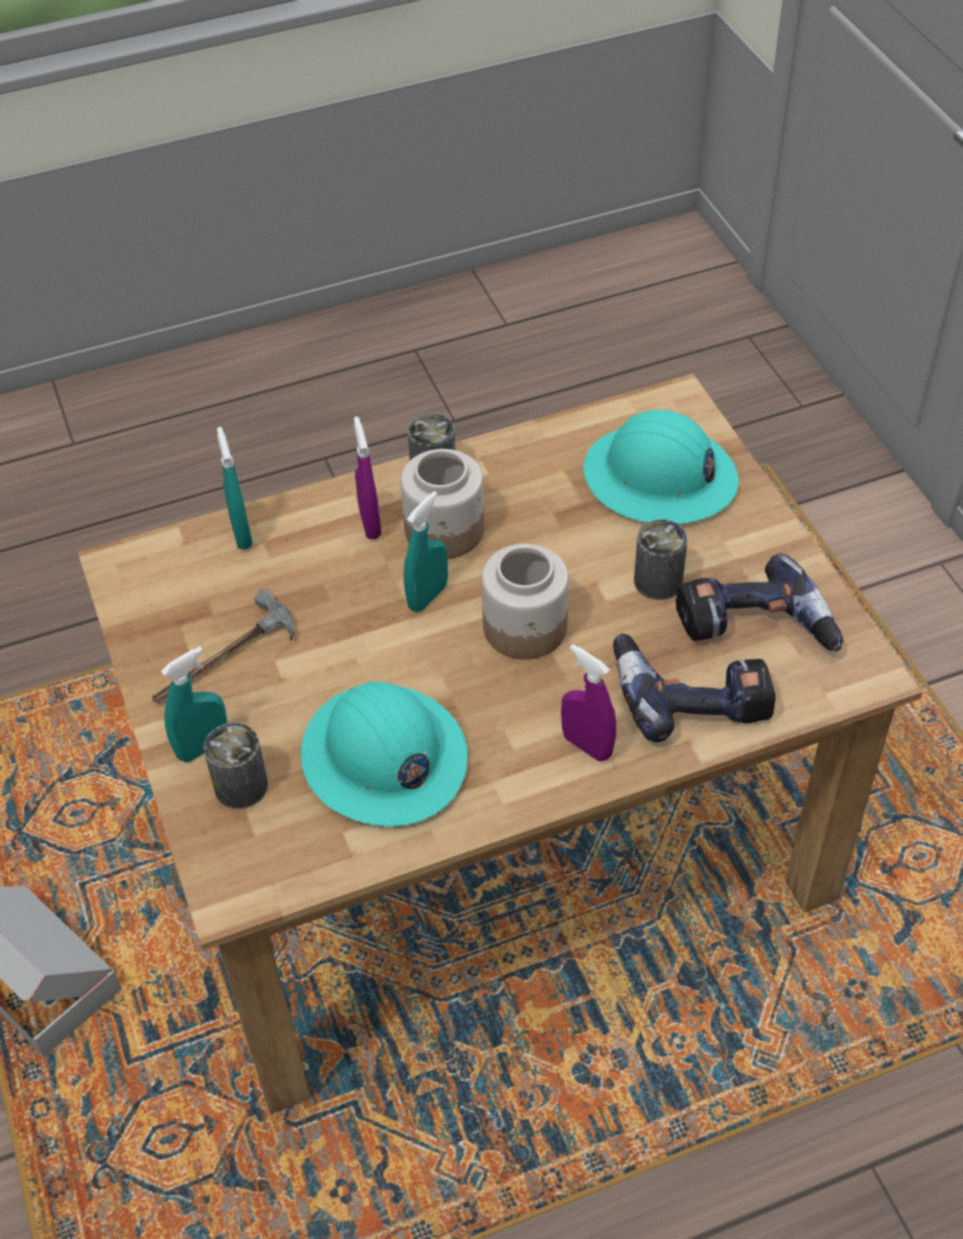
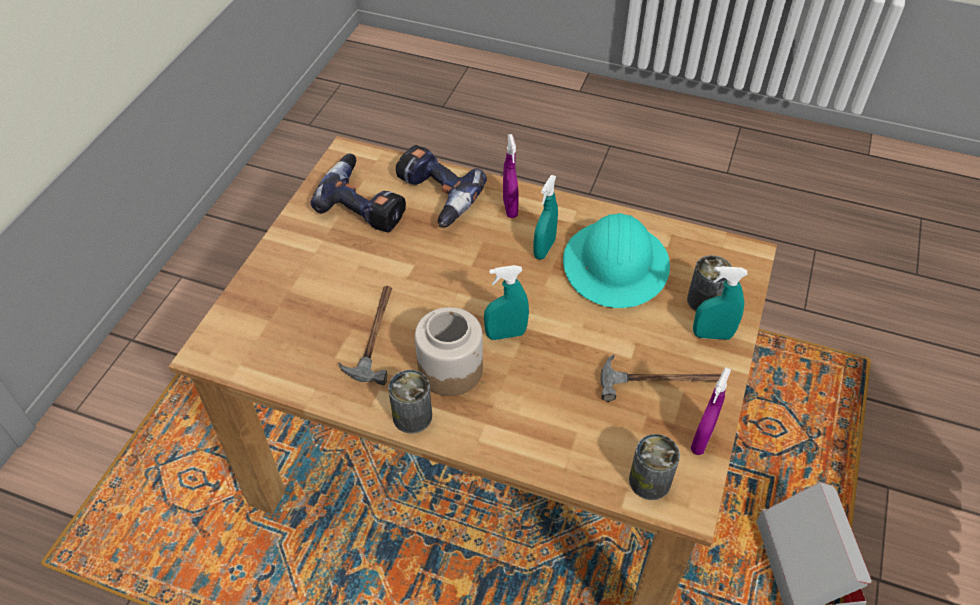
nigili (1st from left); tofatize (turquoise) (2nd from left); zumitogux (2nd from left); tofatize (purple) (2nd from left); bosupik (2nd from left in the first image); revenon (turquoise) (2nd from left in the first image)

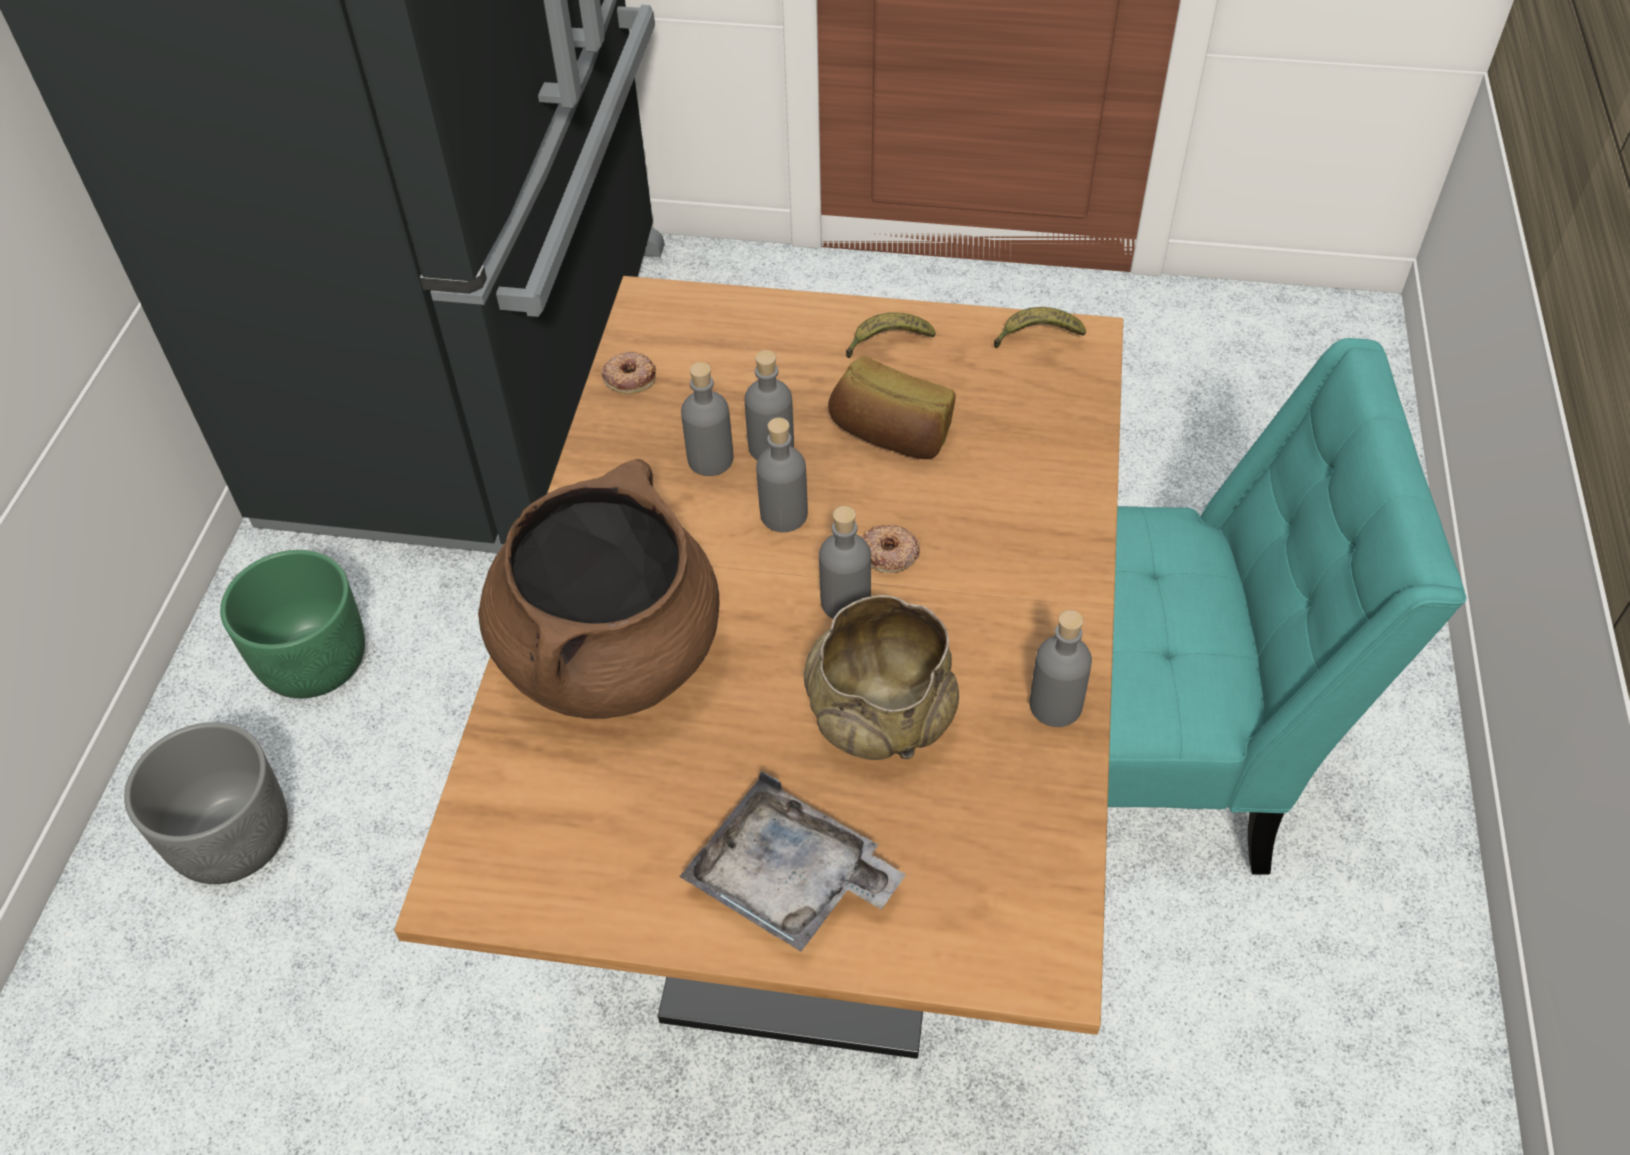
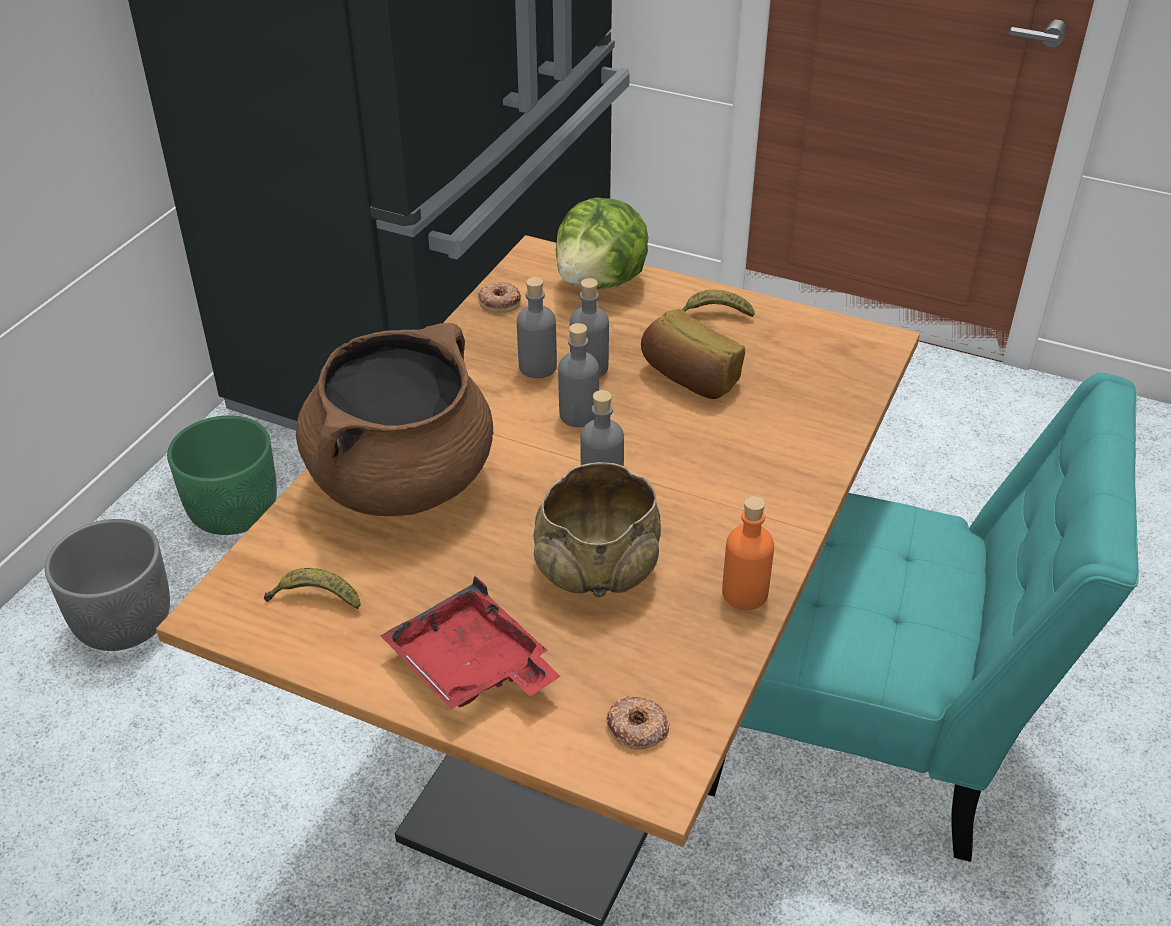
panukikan (1st from left); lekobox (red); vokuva; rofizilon (2nd from left); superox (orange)

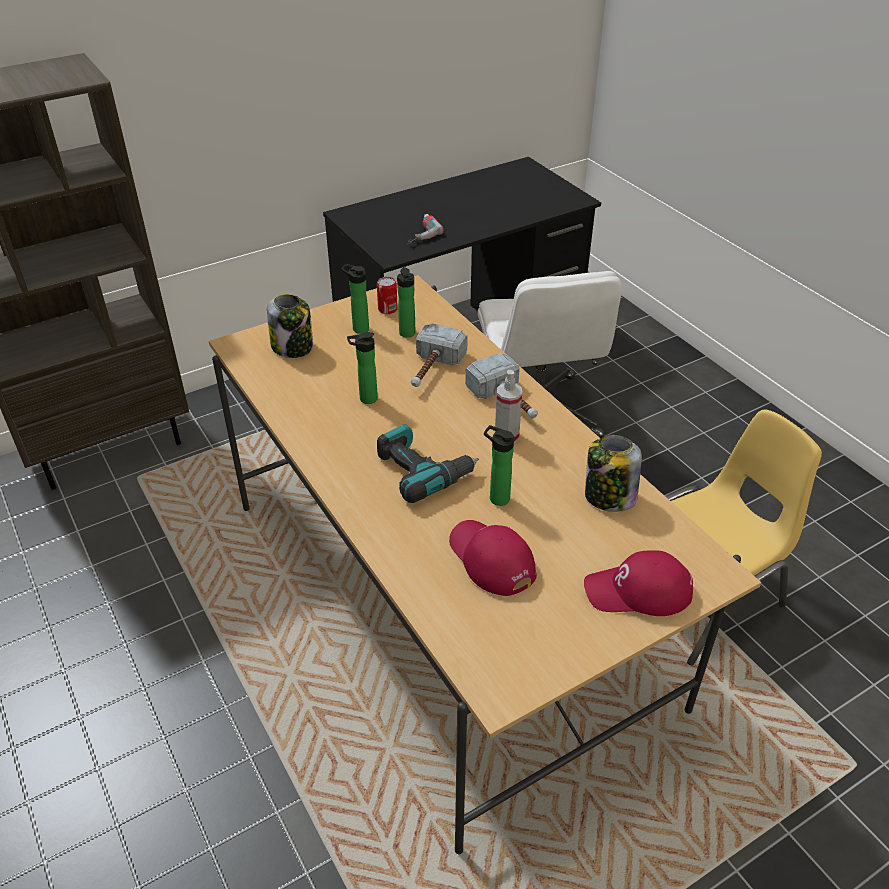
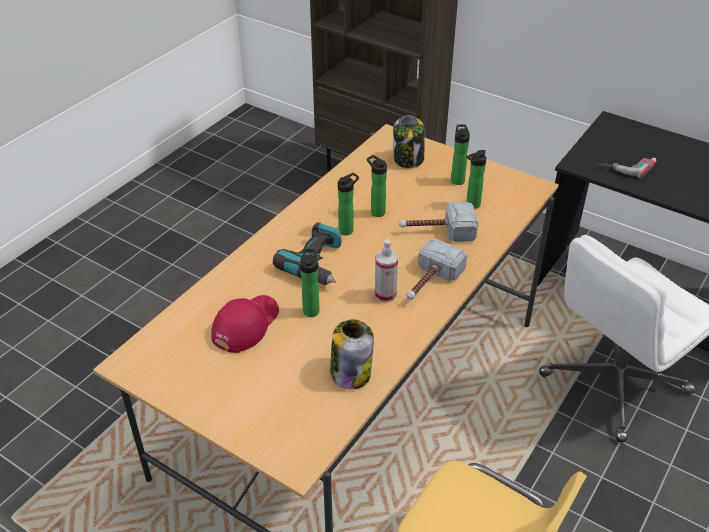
superox (2nd from left); zumitogux; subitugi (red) (2nd from left in the first image)

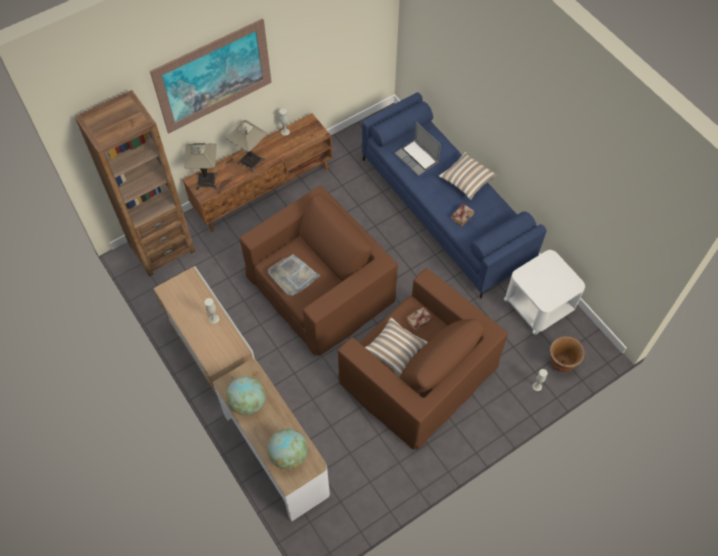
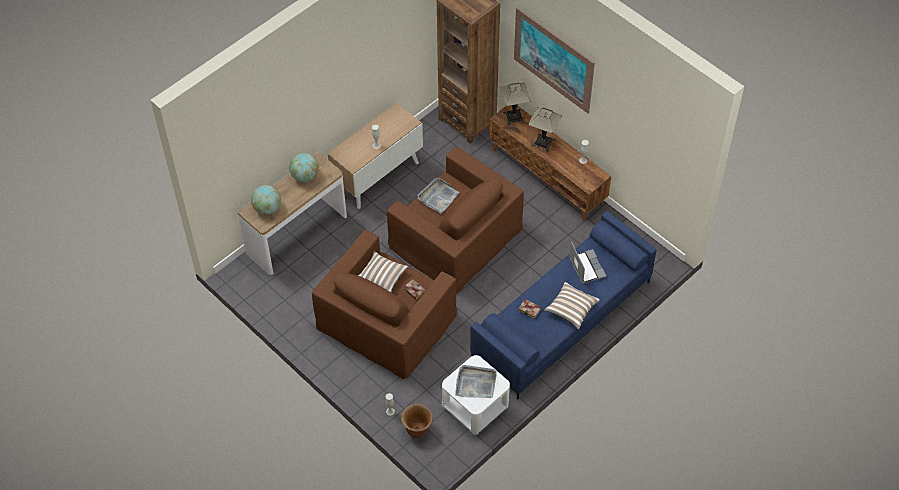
lekobox (grey) (2nd from left); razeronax

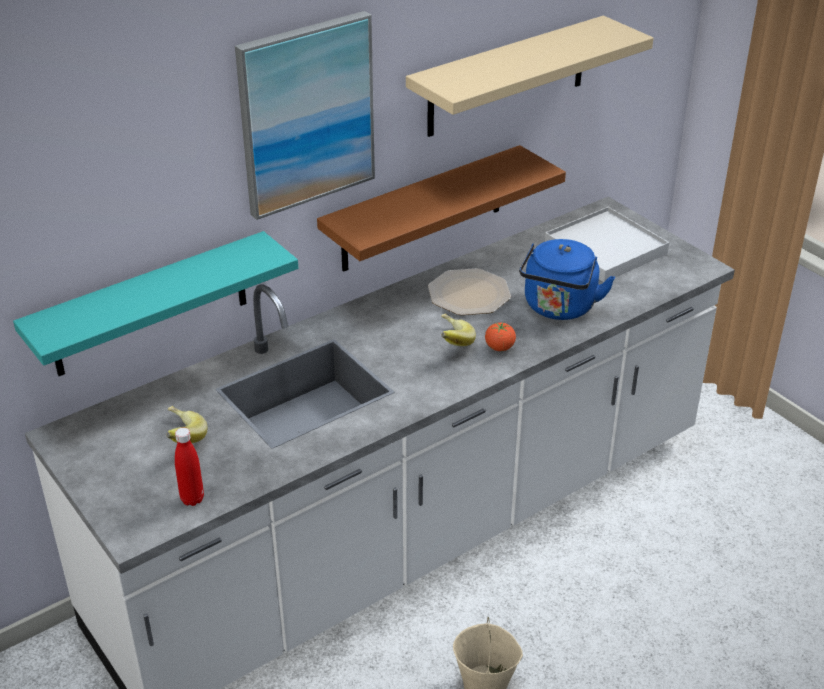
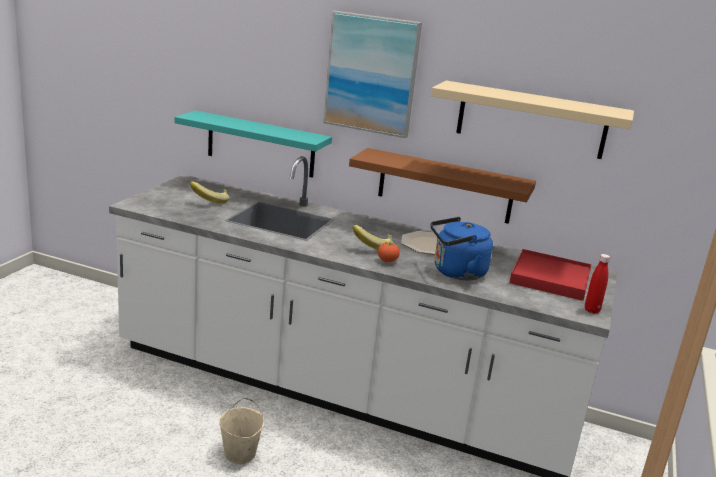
lekobox (red); superox (red)

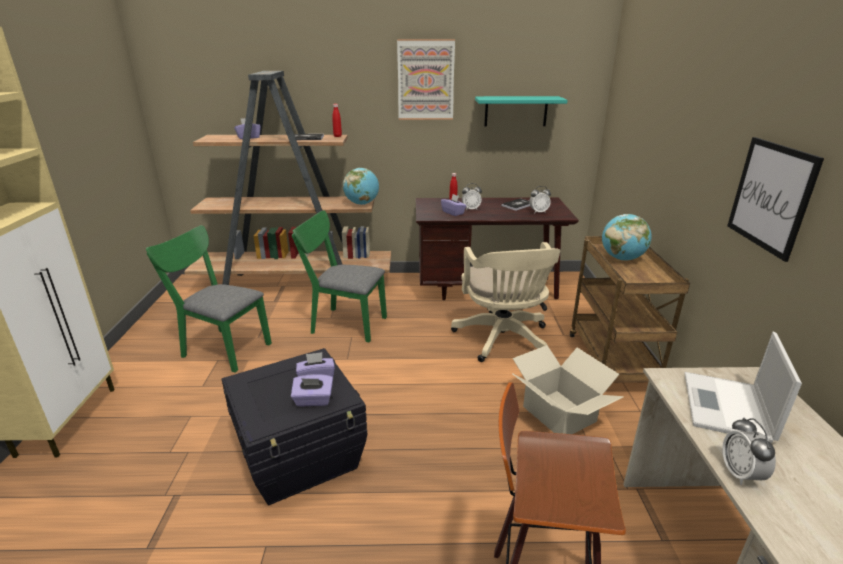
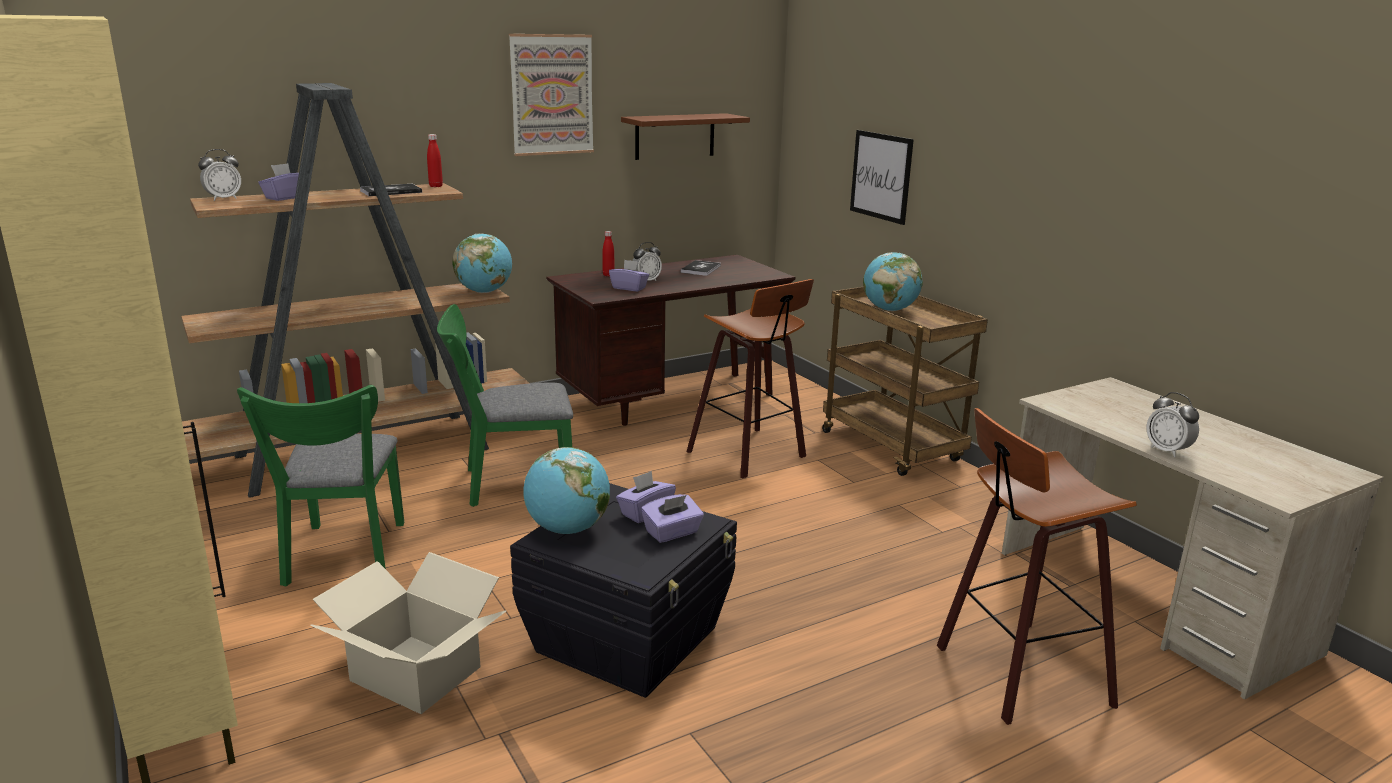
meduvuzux (1st from left); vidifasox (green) (1st from left); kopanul; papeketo (2nd from left); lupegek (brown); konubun (1st from left); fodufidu (2nd from left); razeronax

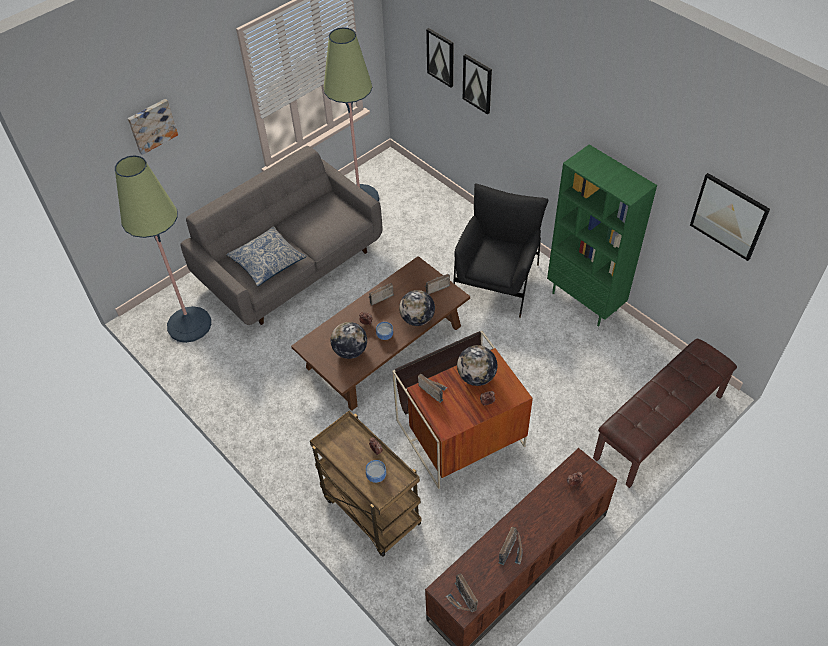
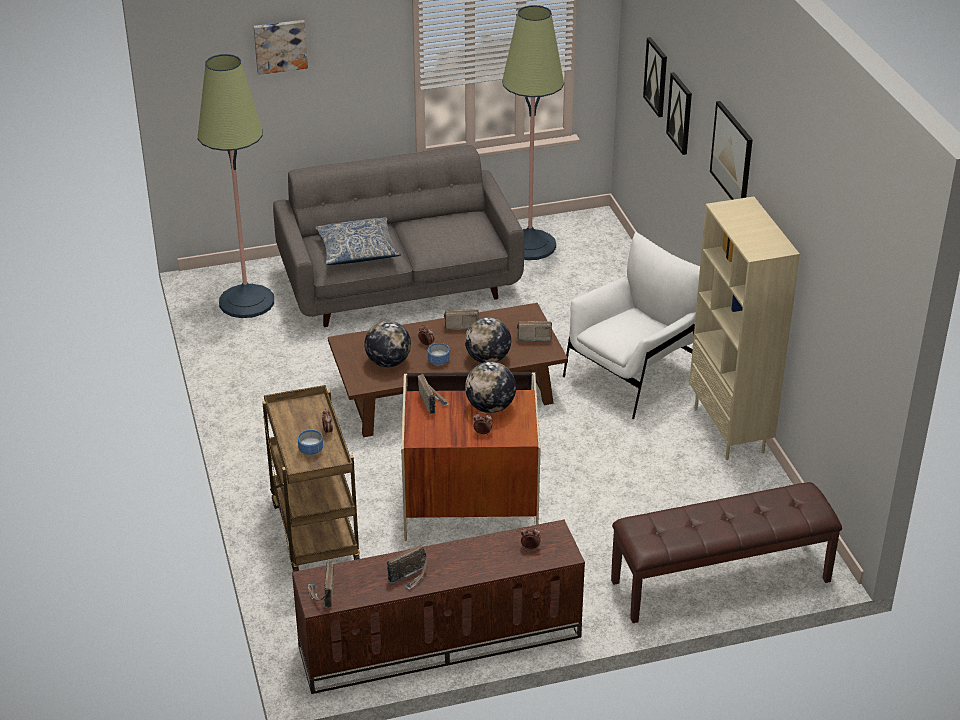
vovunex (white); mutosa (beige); fodufidu (4th from left)

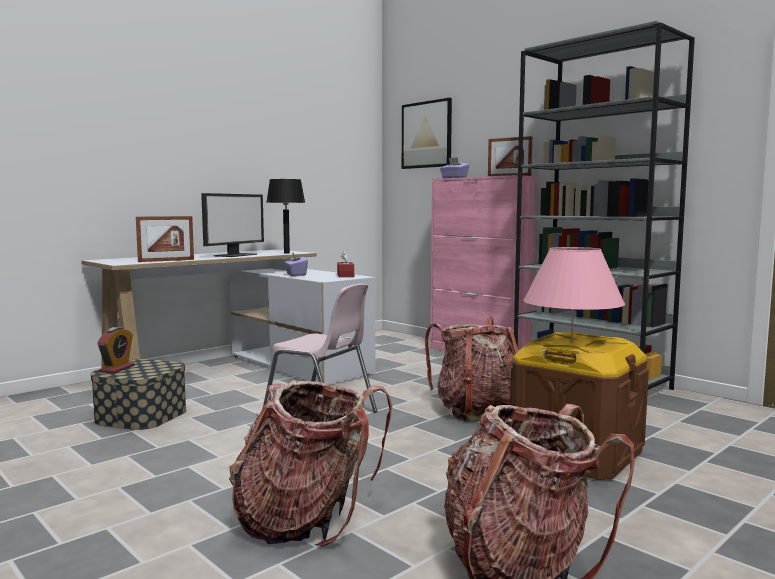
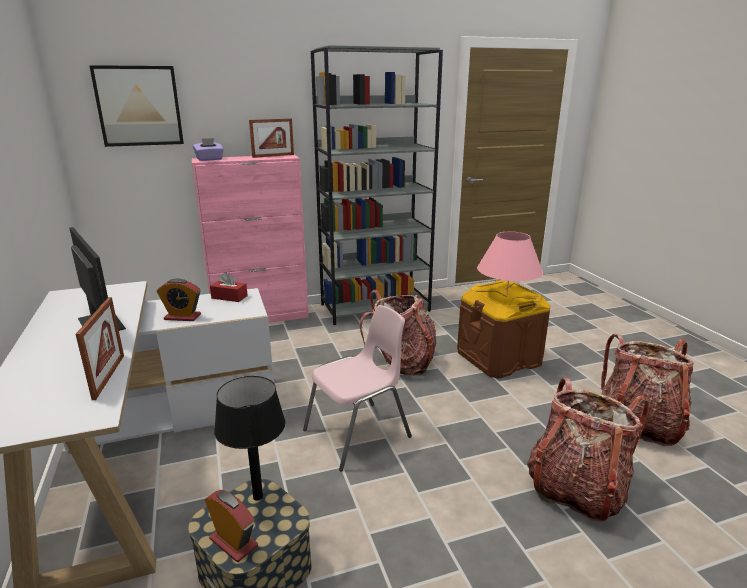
meduvuzux (1st from left); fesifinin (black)

